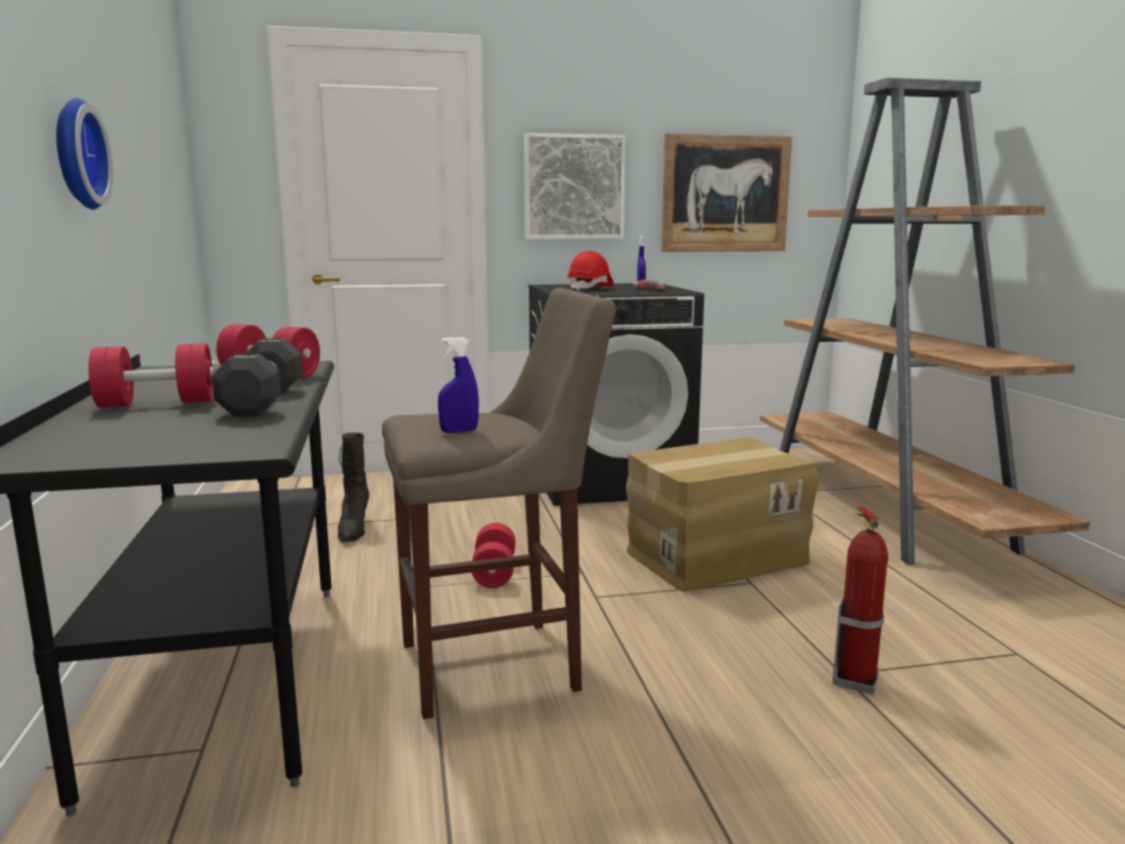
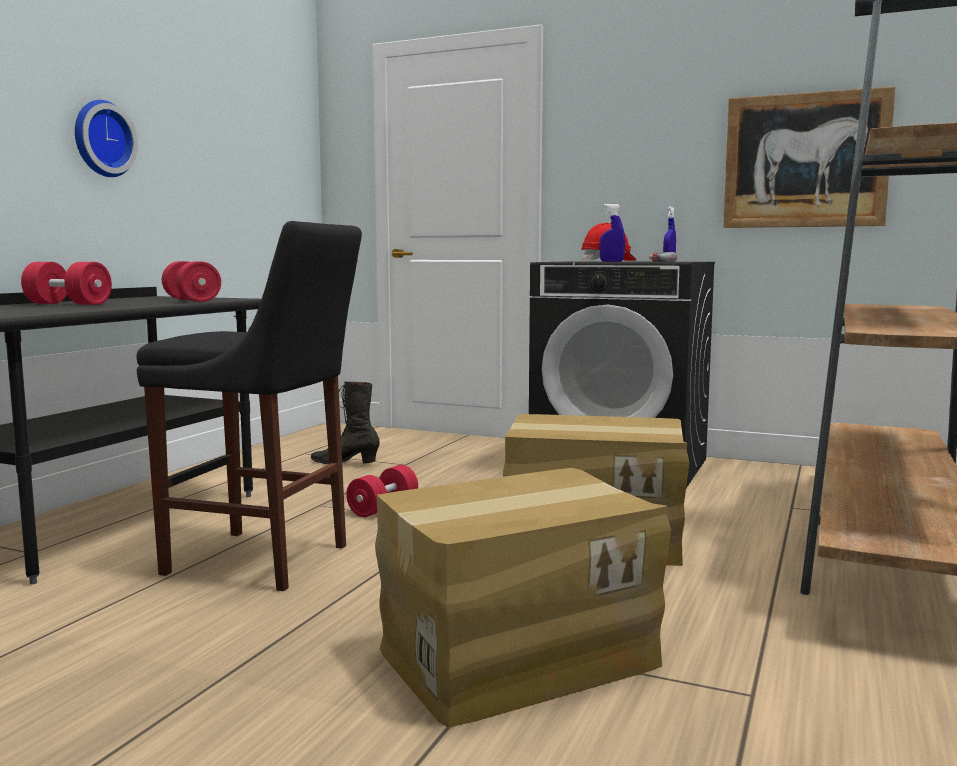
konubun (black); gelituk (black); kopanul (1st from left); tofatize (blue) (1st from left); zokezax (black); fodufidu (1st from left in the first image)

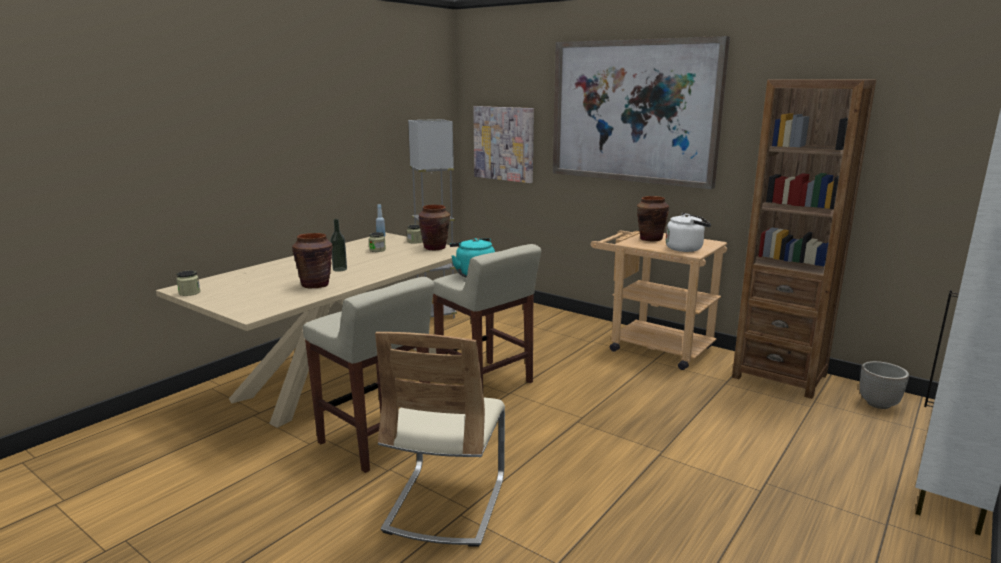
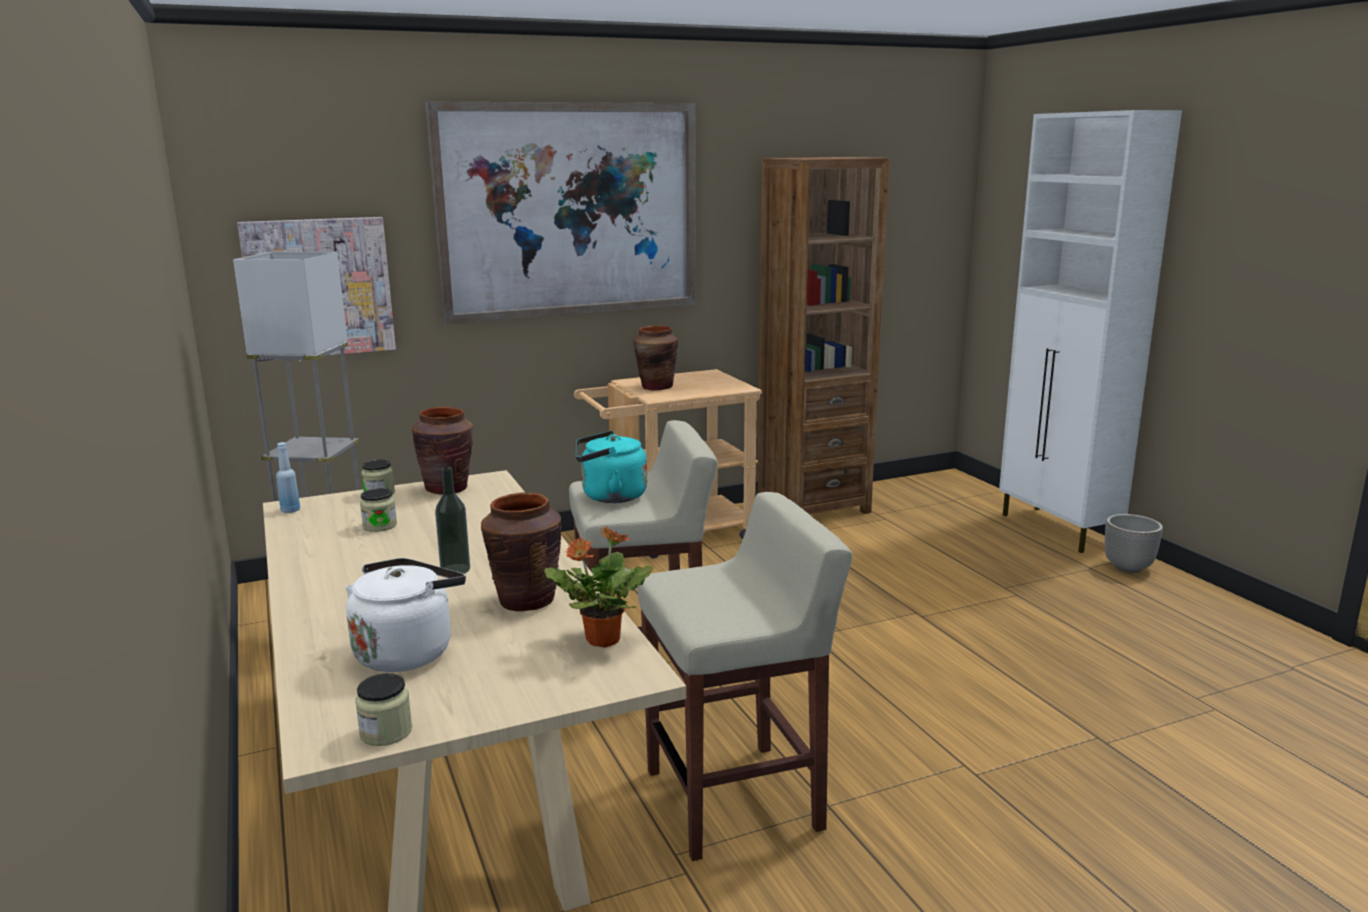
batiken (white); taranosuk; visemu; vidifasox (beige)

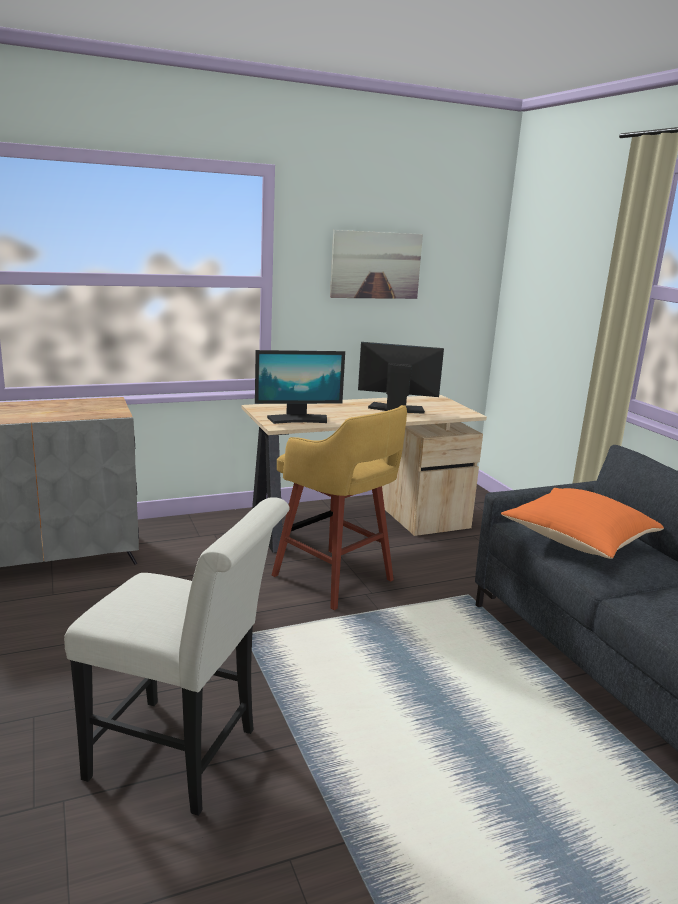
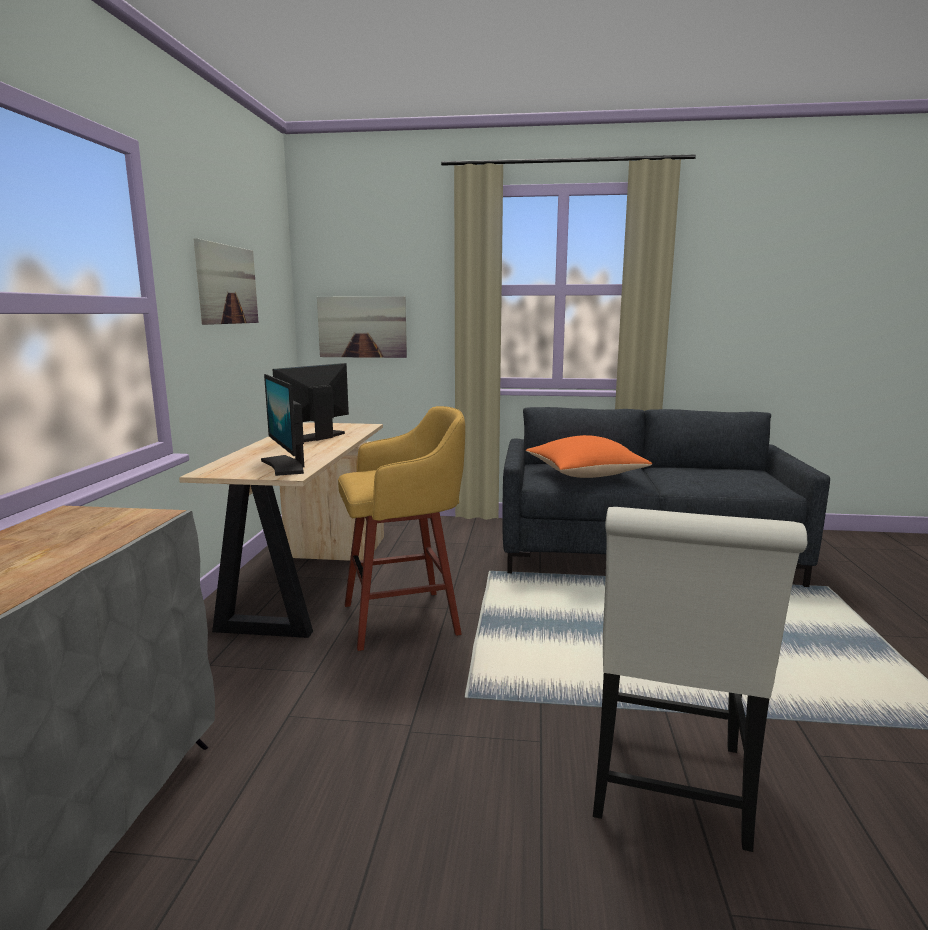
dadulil (1st from left); fodufidu (2nd from left); vidifasox (white)

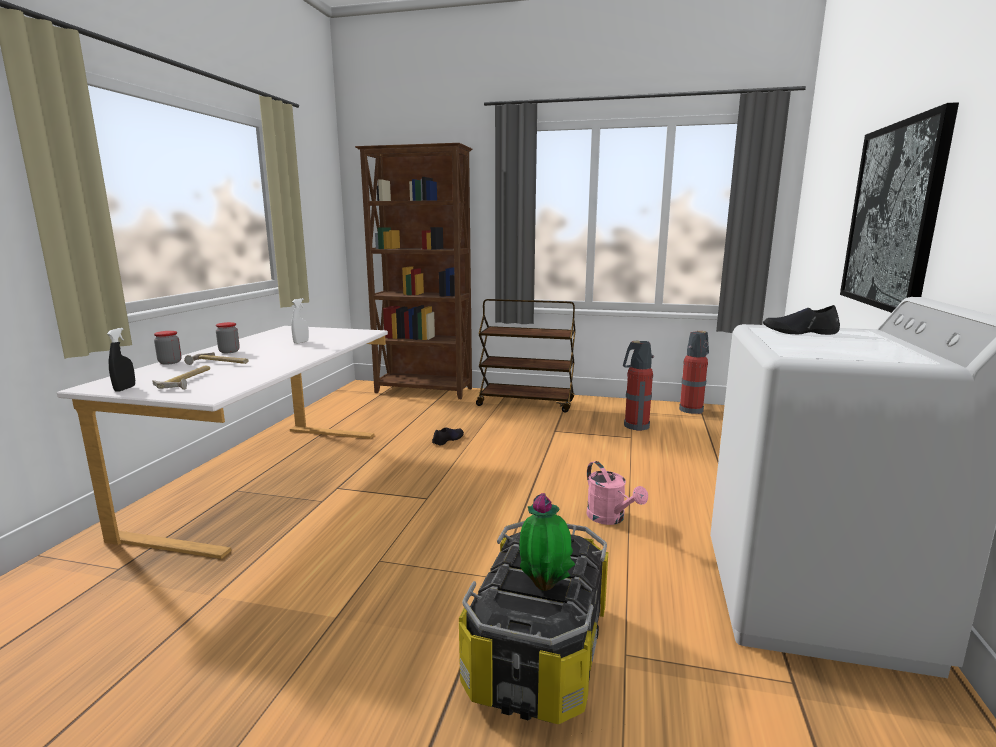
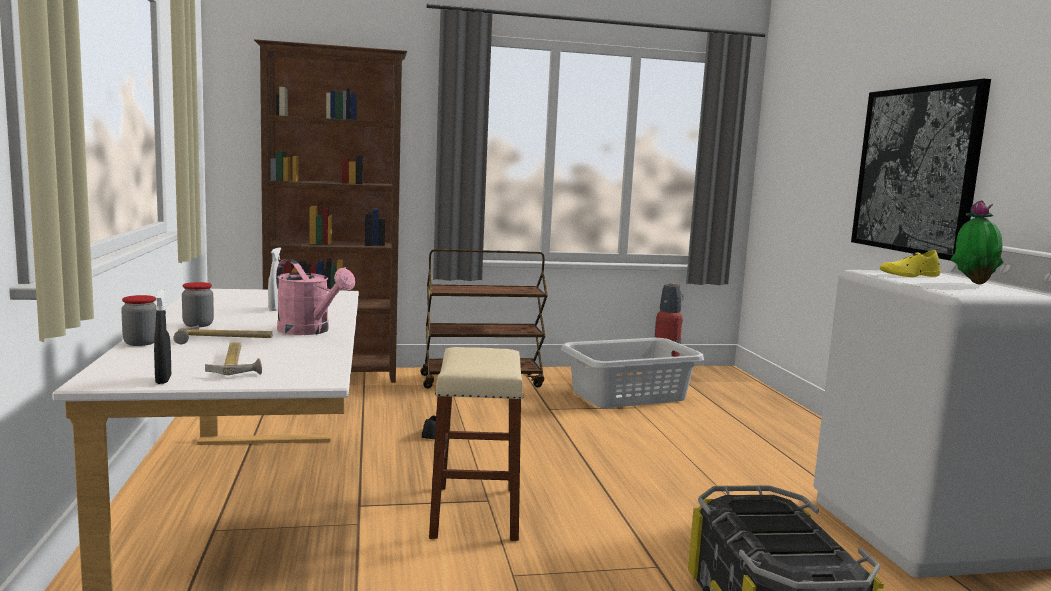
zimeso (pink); konubun (beige); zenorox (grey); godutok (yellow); taranosuk

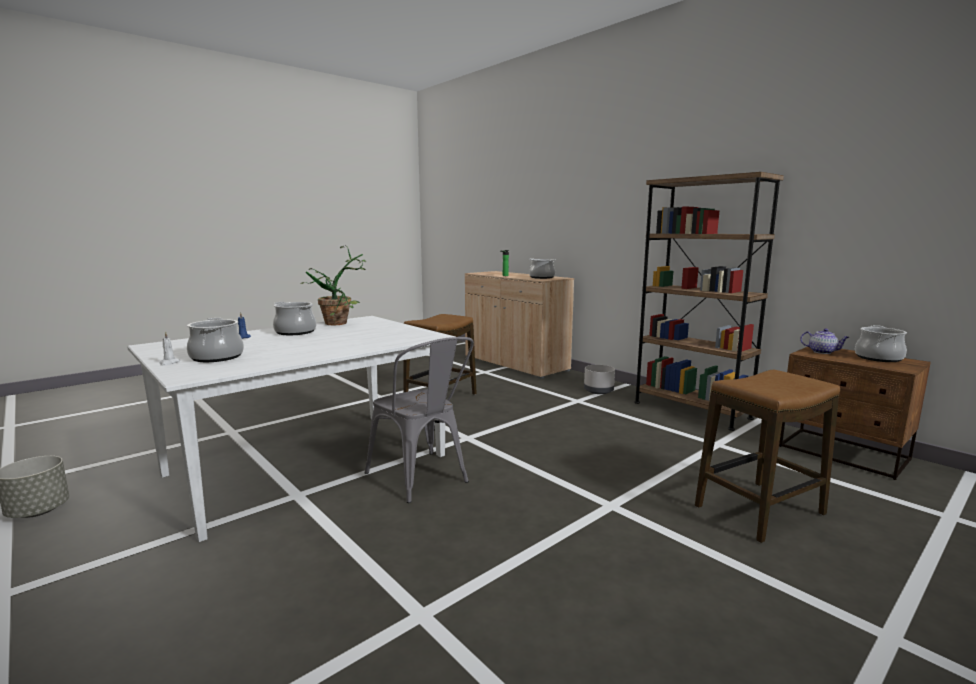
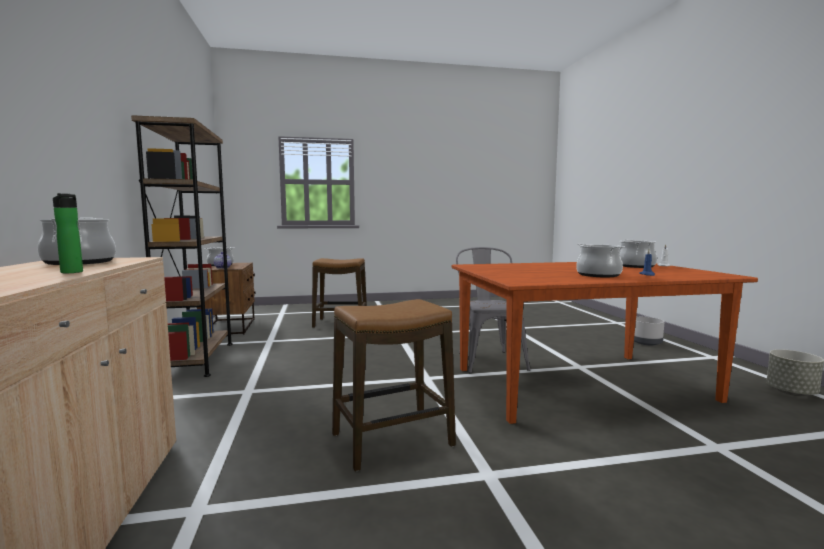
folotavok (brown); visemu (grey) (1st from left); taranosuk

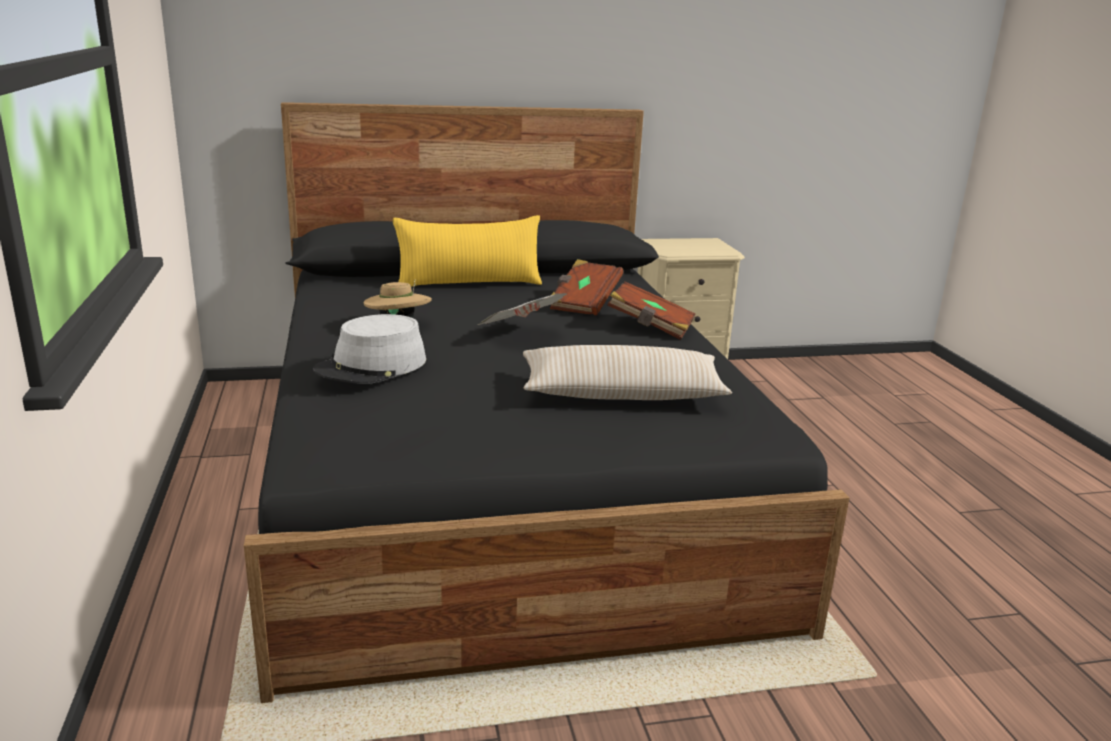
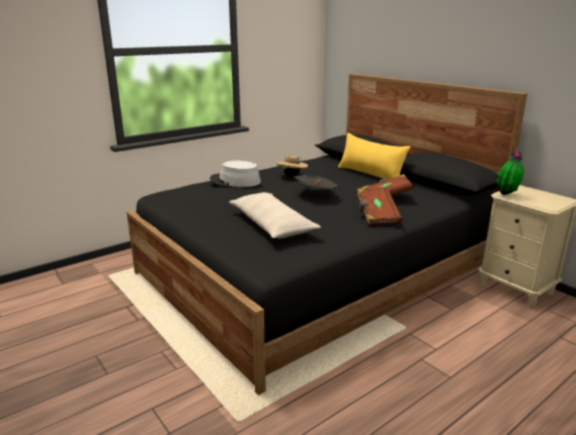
taranosuk

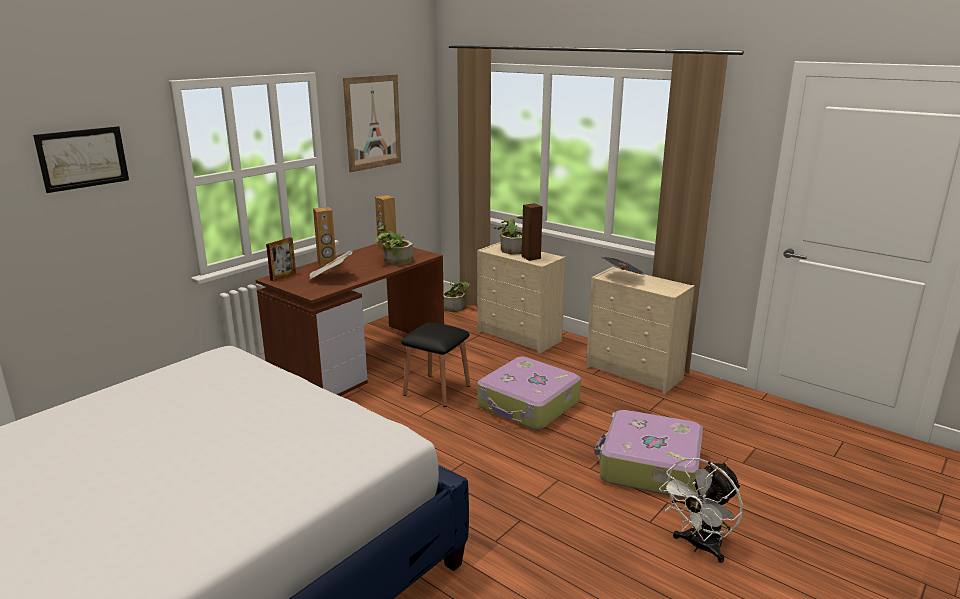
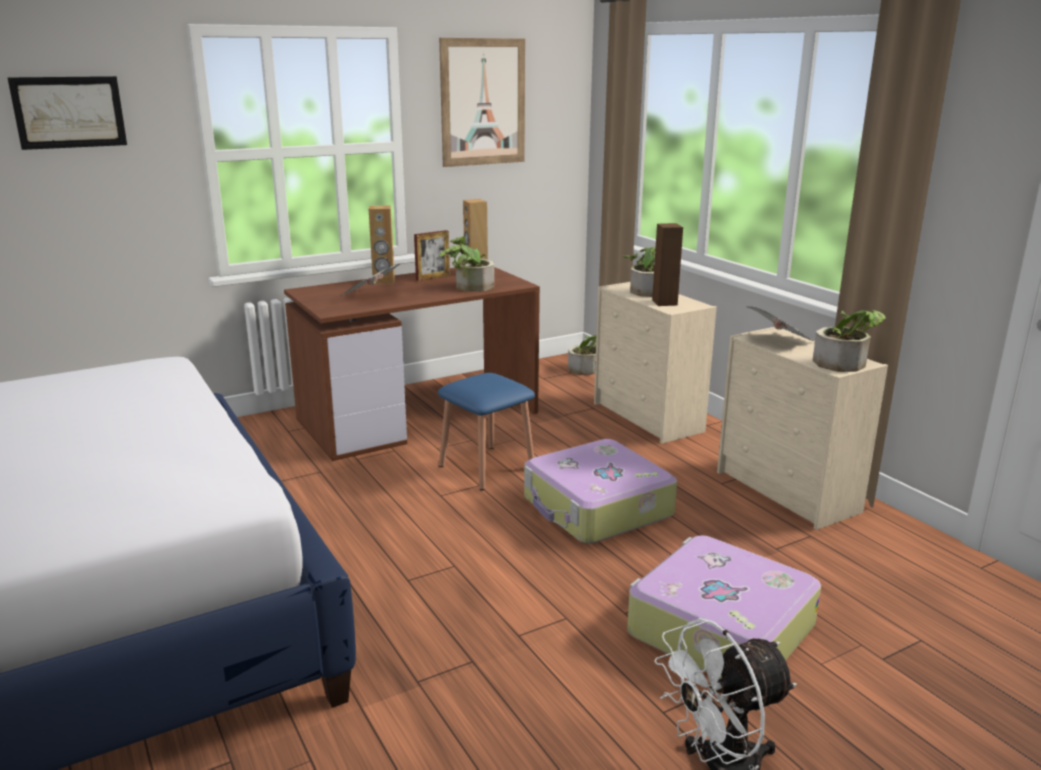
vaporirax; konubun (blue); taranosuk (4th from left)

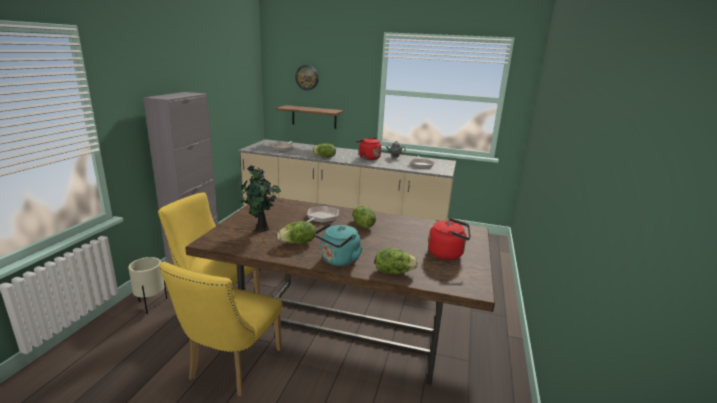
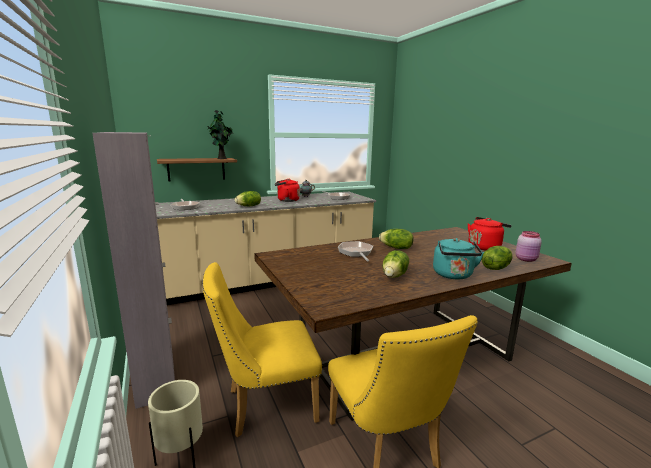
taranosuk; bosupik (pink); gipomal

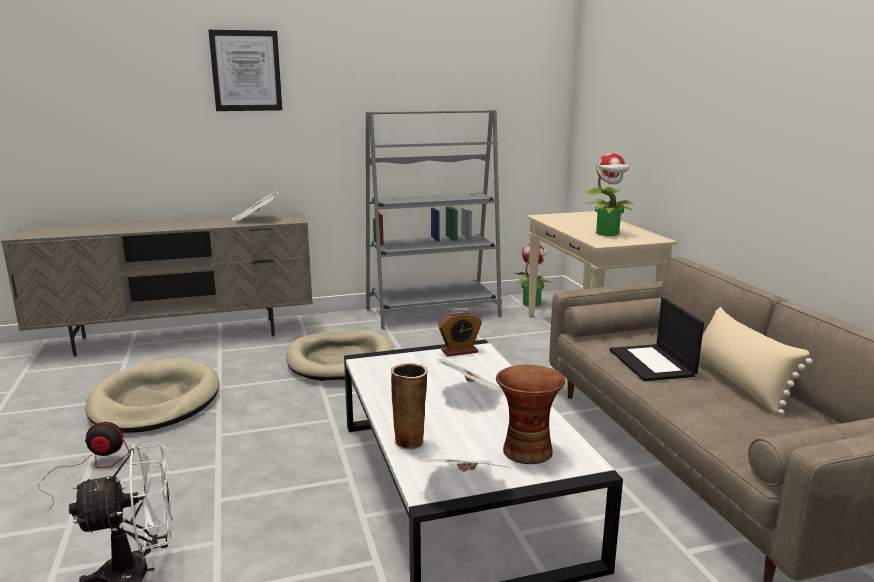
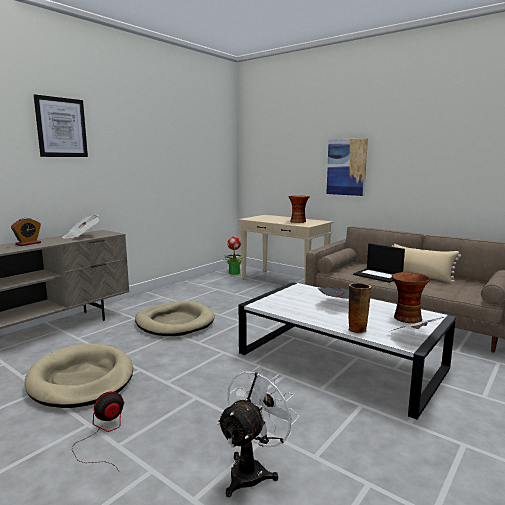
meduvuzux; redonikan (1st from left); fodufidu (2nd from left); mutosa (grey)

